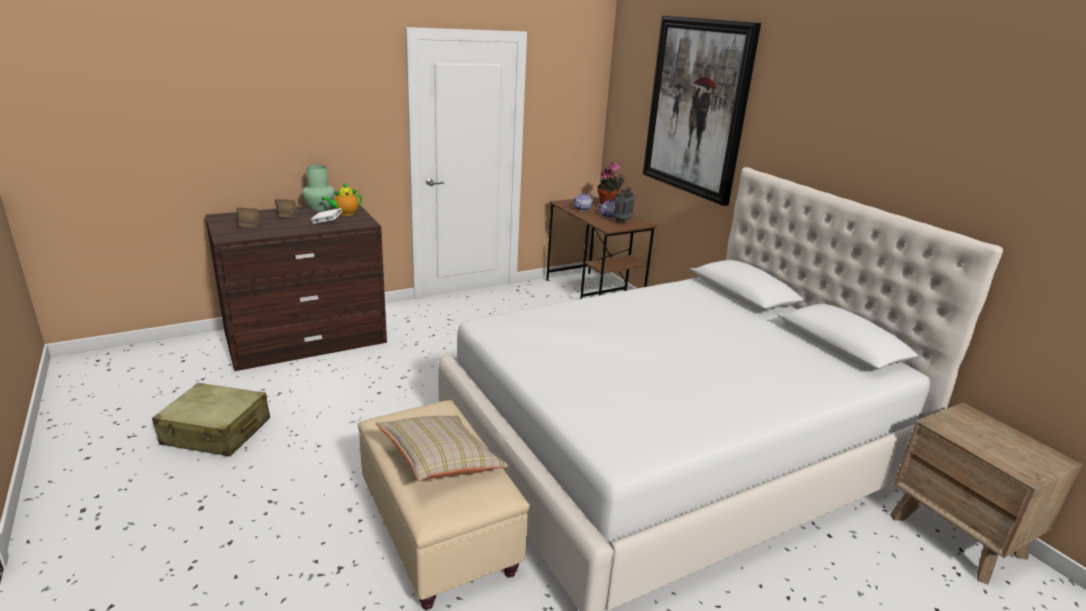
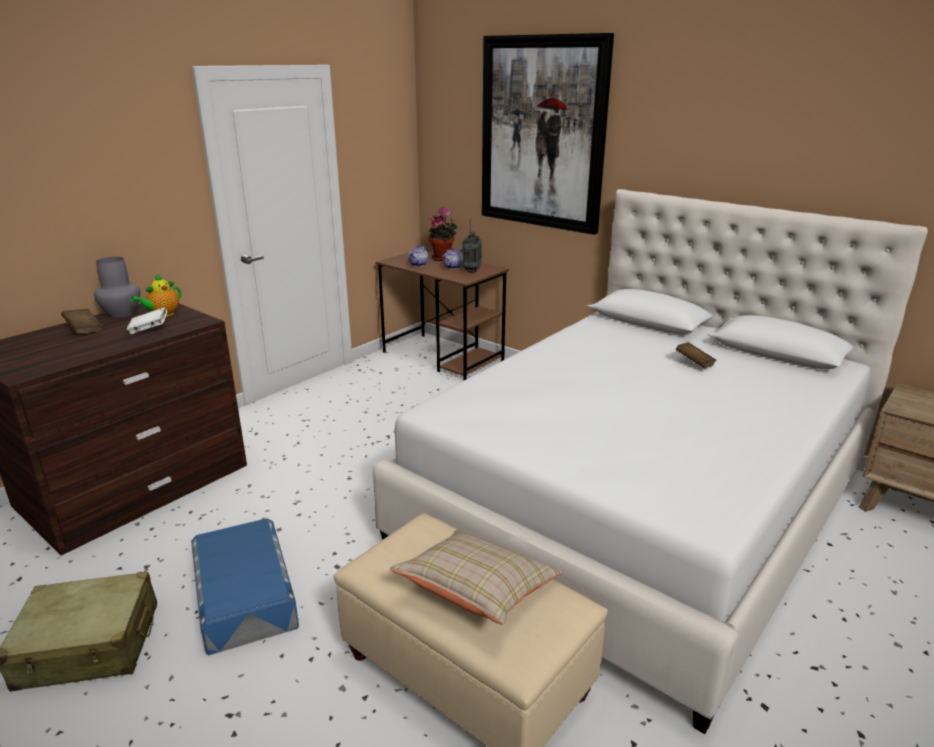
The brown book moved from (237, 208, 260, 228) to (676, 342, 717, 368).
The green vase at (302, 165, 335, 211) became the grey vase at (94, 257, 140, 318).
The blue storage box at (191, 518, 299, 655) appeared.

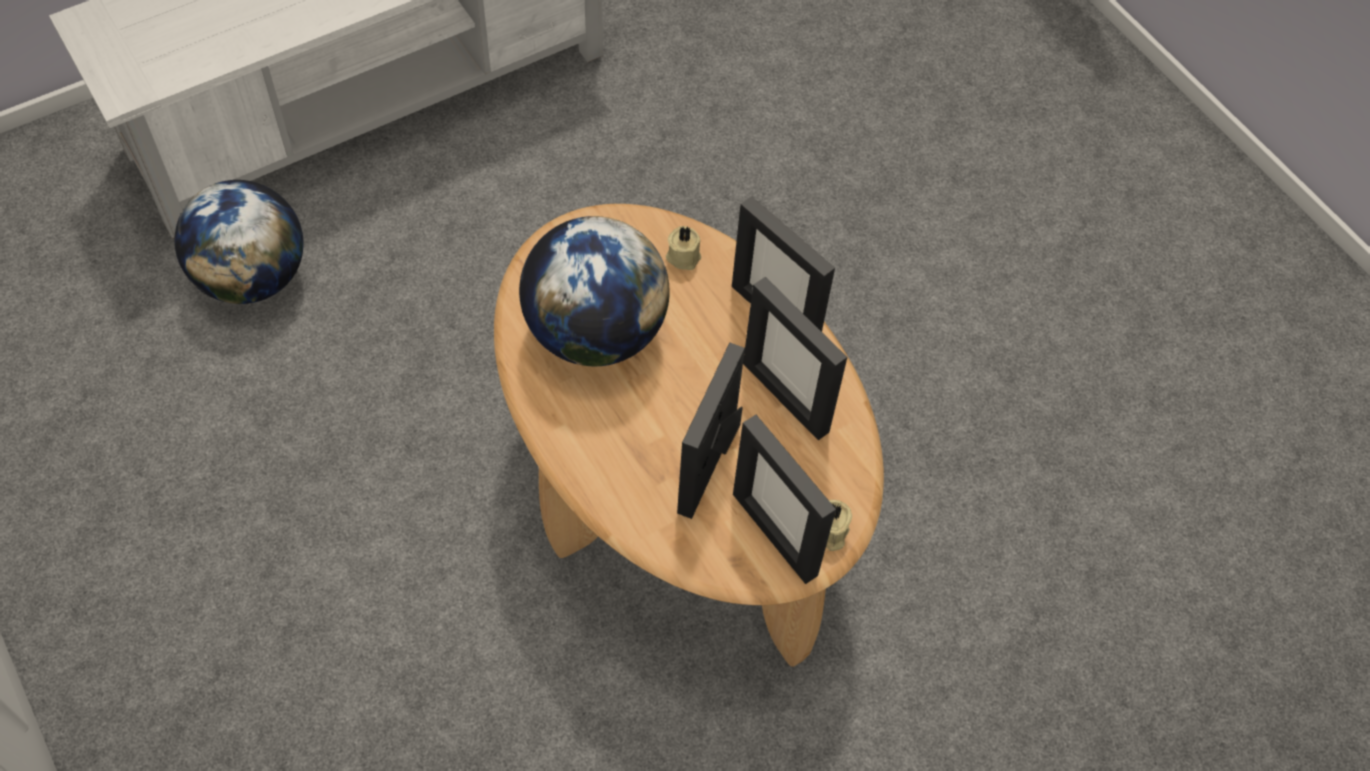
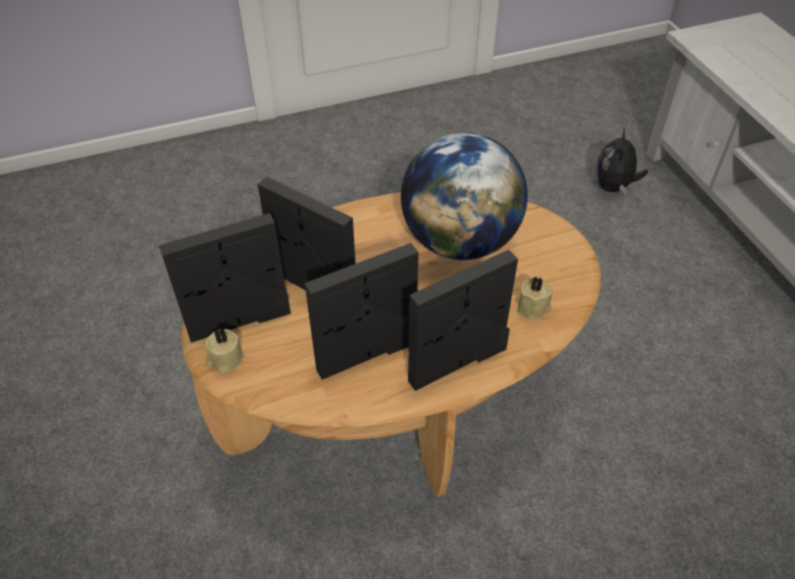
The globe at (175, 180, 304, 304) was replaced by the plush toy at (595, 128, 648, 195).

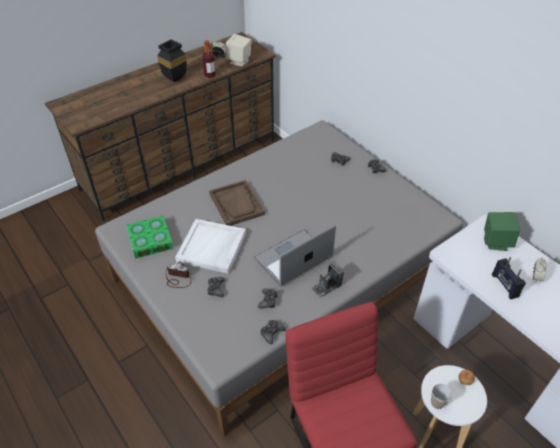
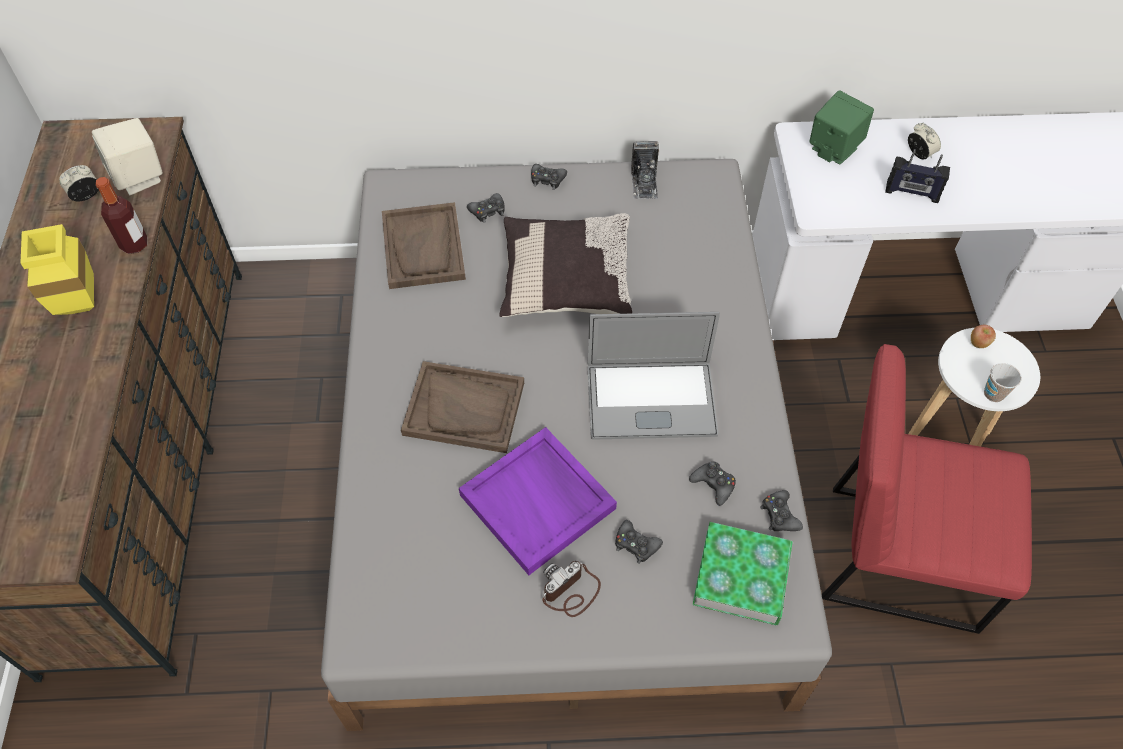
The book moved from (126, 216, 173, 259) to (693, 522, 793, 625).
The black vase at (157, 39, 187, 82) became the yellow vase at (21, 224, 94, 315).
The white tray at (175, 219, 246, 274) became the purple tray at (459, 427, 617, 575).
The laptop at (254, 225, 336, 287) turned 90 degrees counterclockwise.
The photo camera moved from (311, 262, 344, 298) to (631, 141, 659, 199).
The brown tray at (382, 202, 466, 289) appeared.
The pillow at (499, 213, 632, 317) appeared.

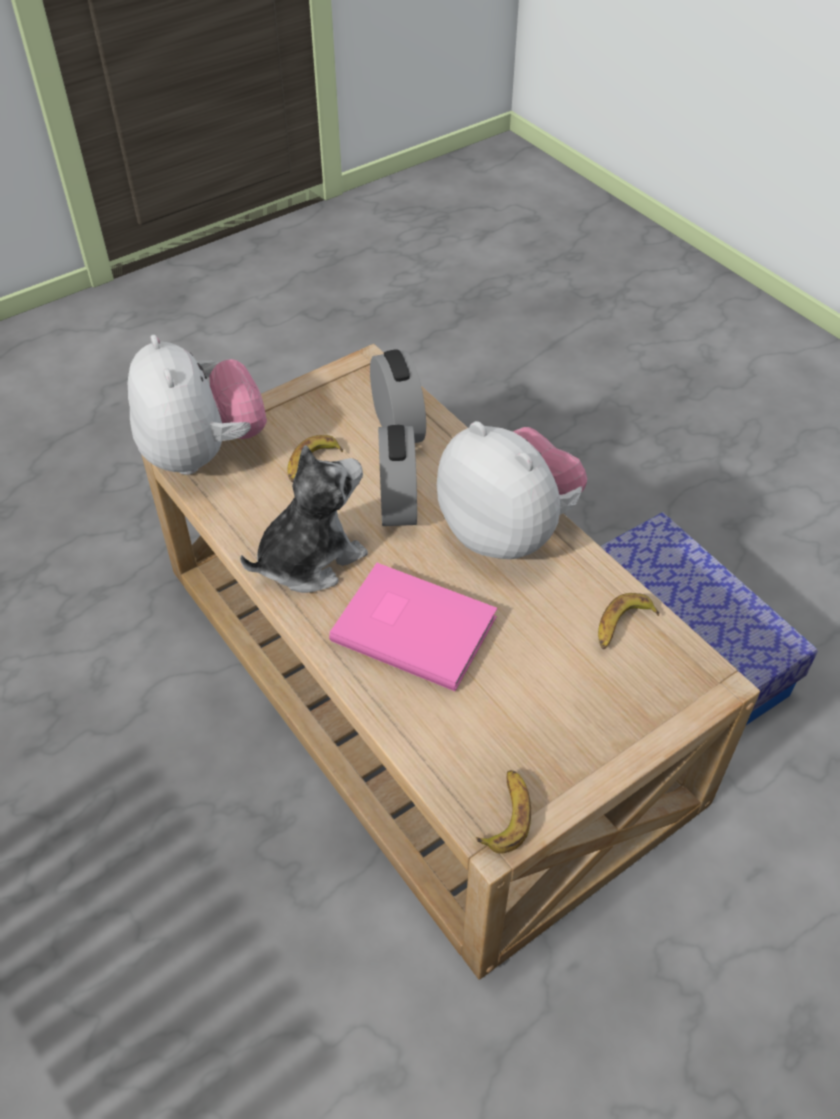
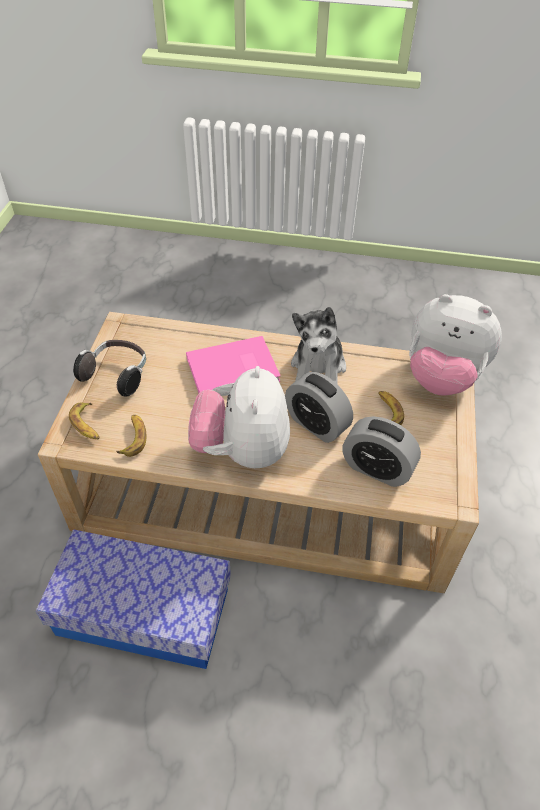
The plush toy at (437, 421, 587, 559) turned 90 degrees clockwise.
The banana moved from (476, 770, 531, 854) to (69, 403, 99, 439).
The headphones at (73, 340, 146, 397) appeared.

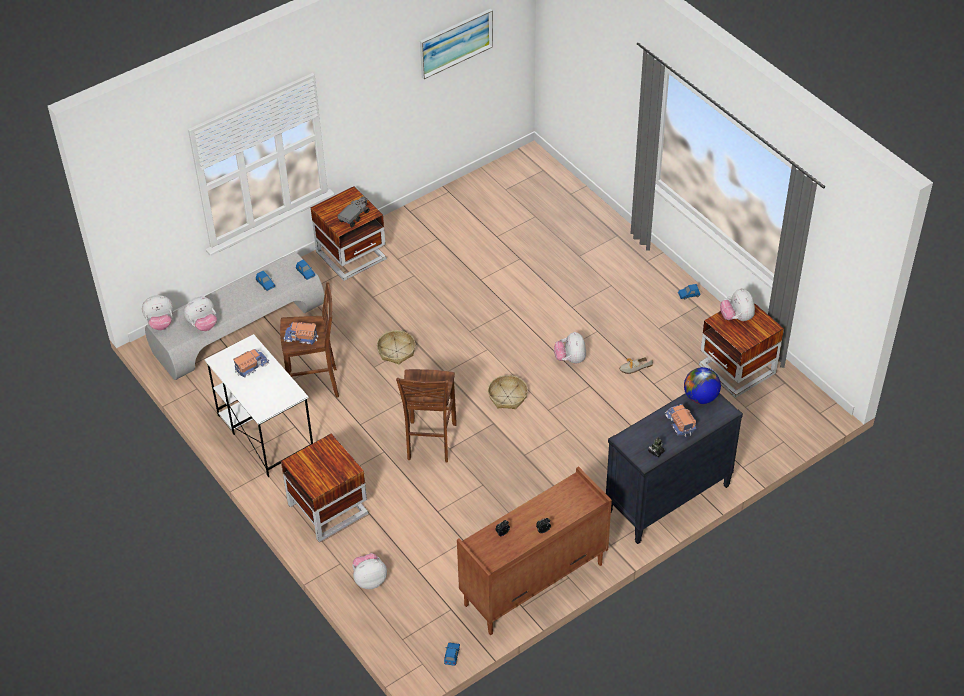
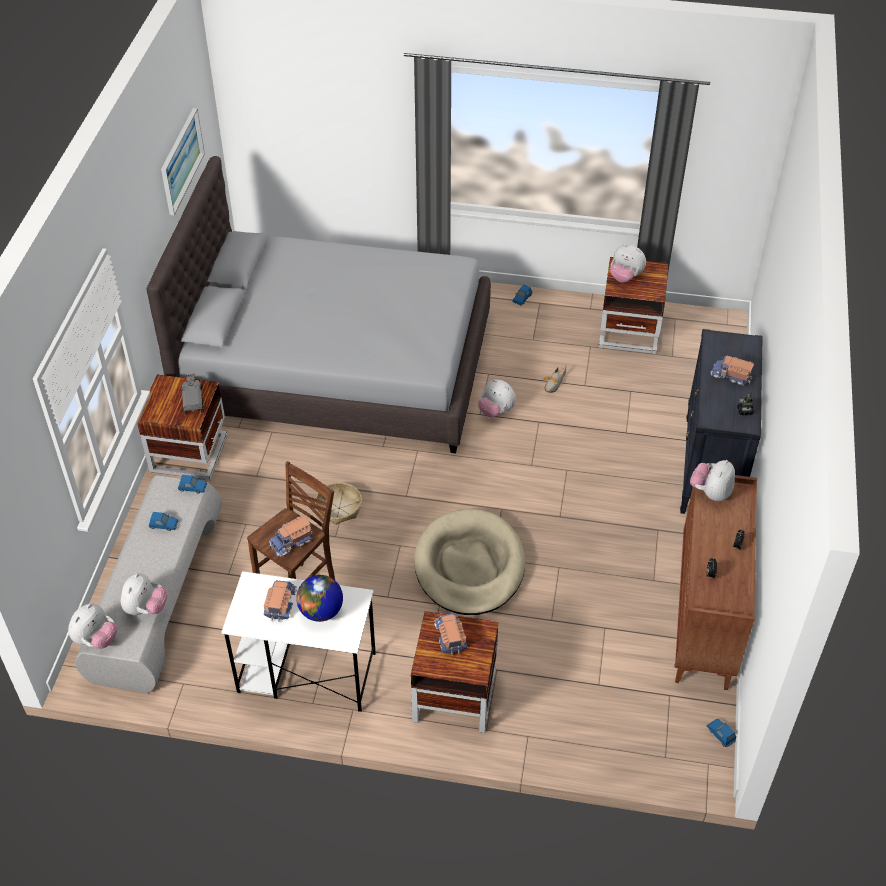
The plush toy moved from (352, 553, 387, 589) to (690, 460, 735, 501).
The brown stool at (396, 369, 457, 463) was replaced by the beige dog bed at (414, 509, 525, 615).
The basket at (488, 375, 528, 409) disappeared.
The globe moved from (684, 367, 721, 404) to (296, 575, 343, 622).
The grey bed at (147, 156, 491, 453) appeared.
The toy truck at (434, 613, 467, 656) appeared.

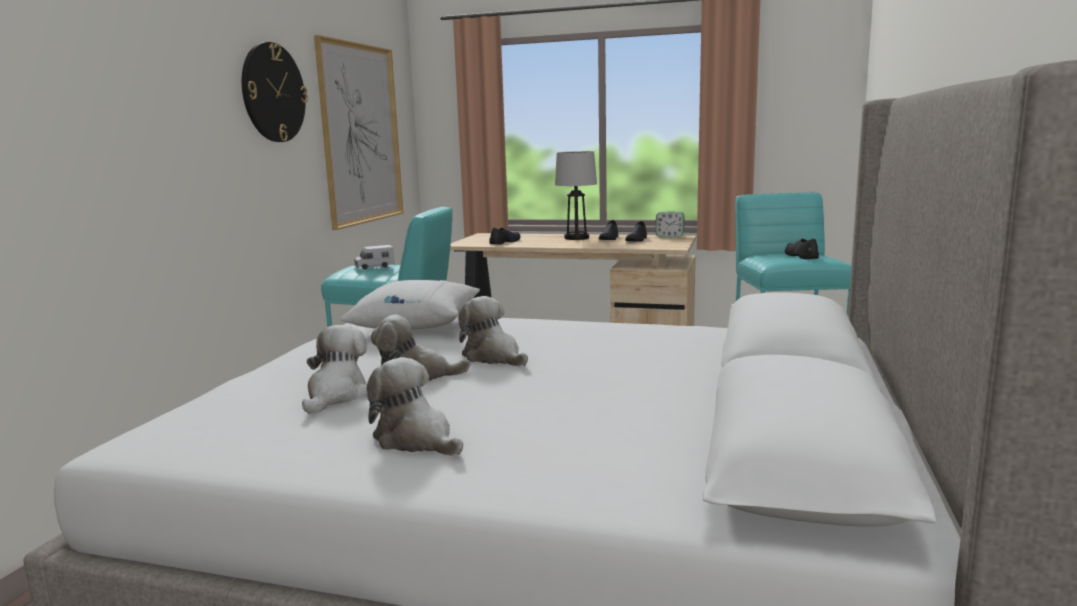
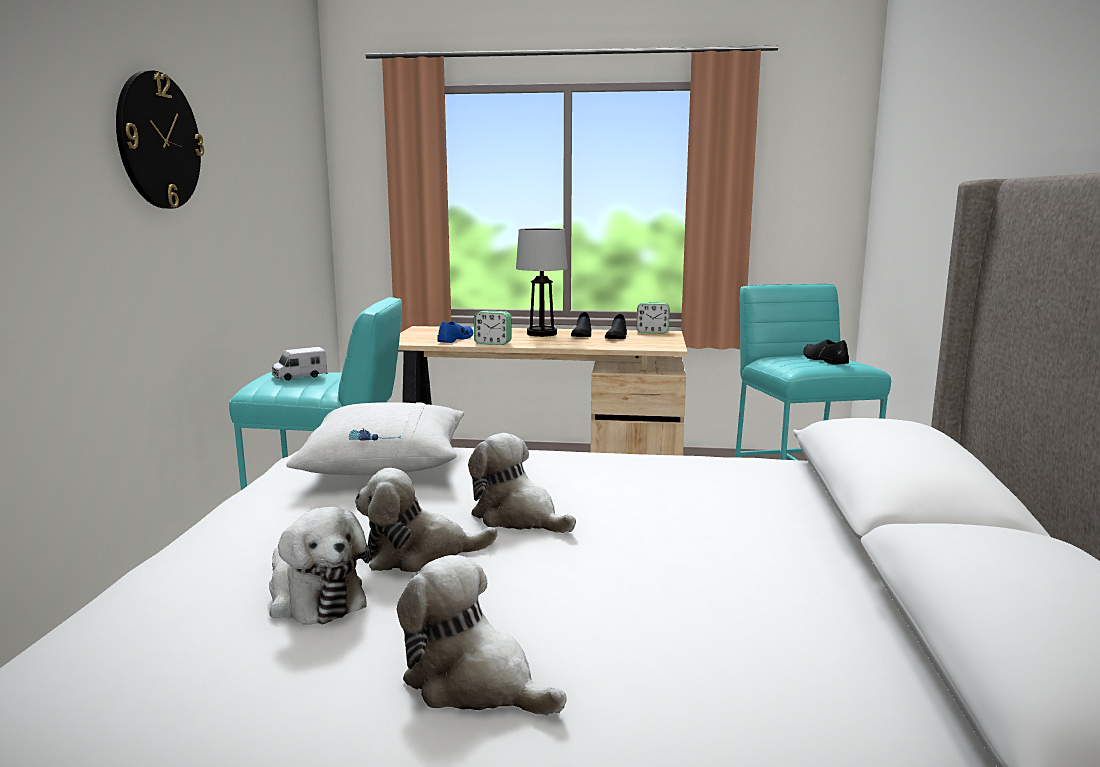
The plush toy at (302, 325, 367, 414) turned 135 degrees clockwise.
The picture at (314, 35, 403, 230) disappeared.
The black shoe at (490, 227, 521, 245) became the blue shoe at (437, 321, 473, 343).
The alarm clock at (474, 311, 511, 345) appeared.

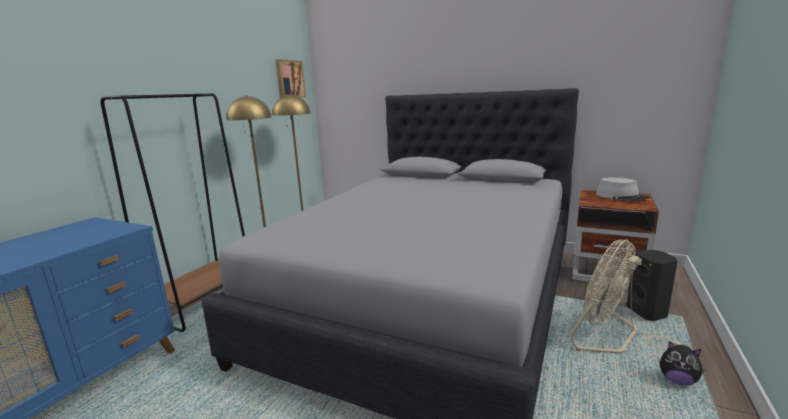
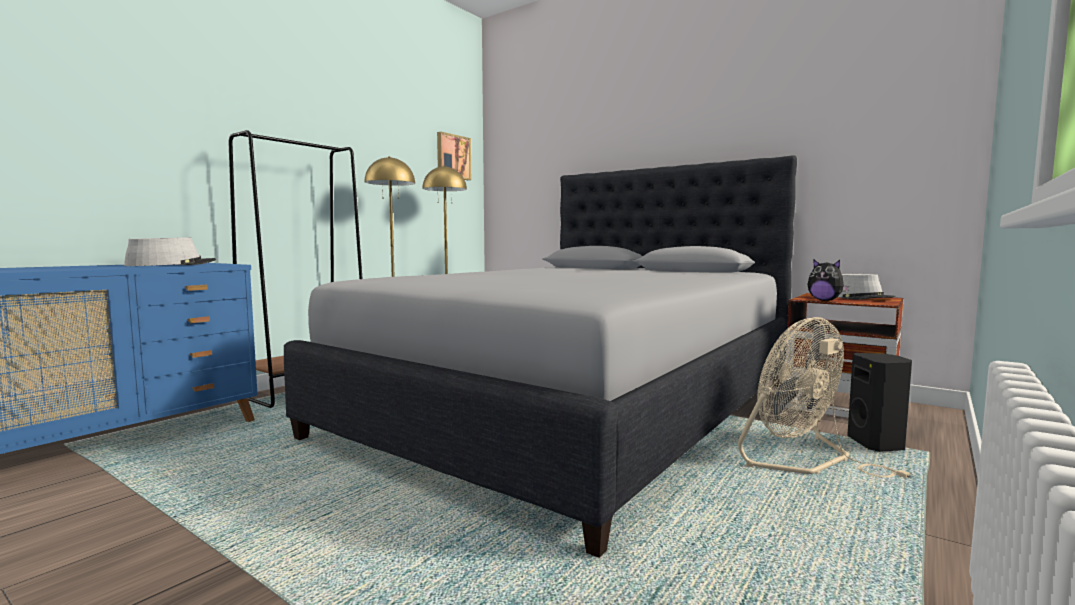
The plush toy moved from (660, 341, 705, 385) to (808, 260, 849, 301).
The grey hat at (124, 237, 216, 266) appeared.

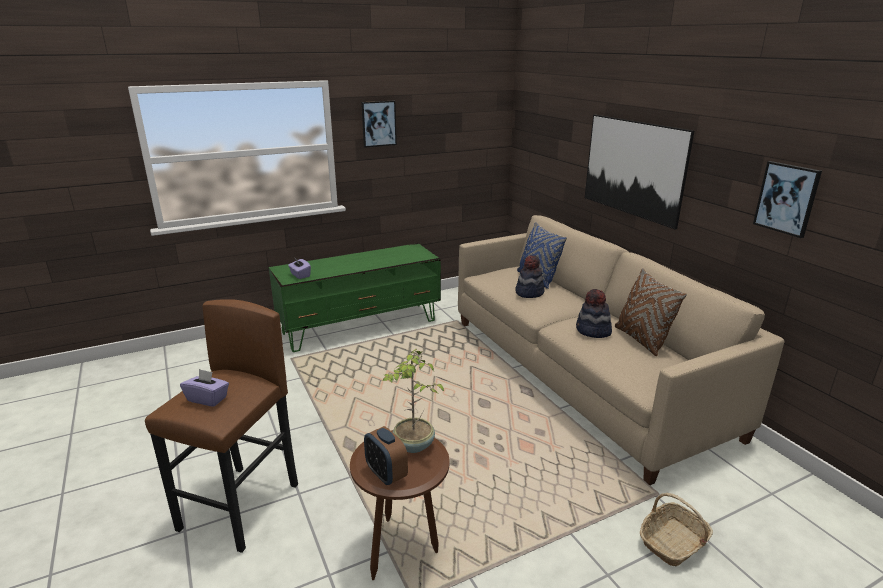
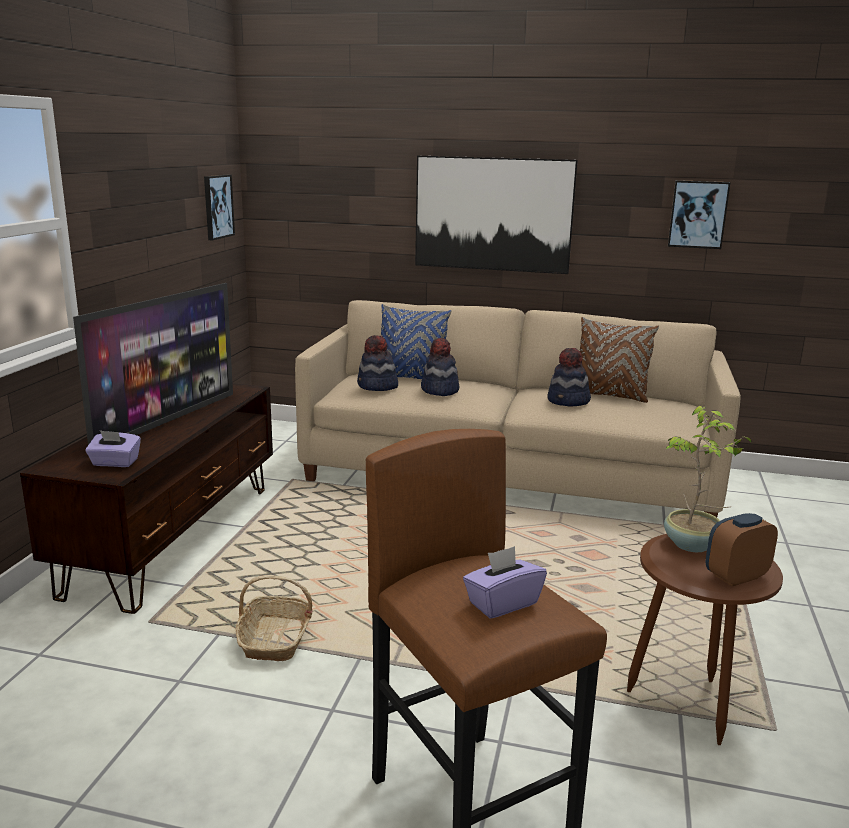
The green tv stand at (269, 243, 441, 352) became the brown tv stand at (20, 383, 273, 614).
The picture moved from (361, 101, 397, 147) to (204, 175, 235, 240).
The alarm clock at (364, 426, 408, 485) turned 150 degrees clockwise.
The basket moved from (640, 493, 713, 566) to (236, 575, 313, 661).
The television at (73, 283, 233, 445) appeared.
The hat at (357, 335, 398, 391) appeared.

